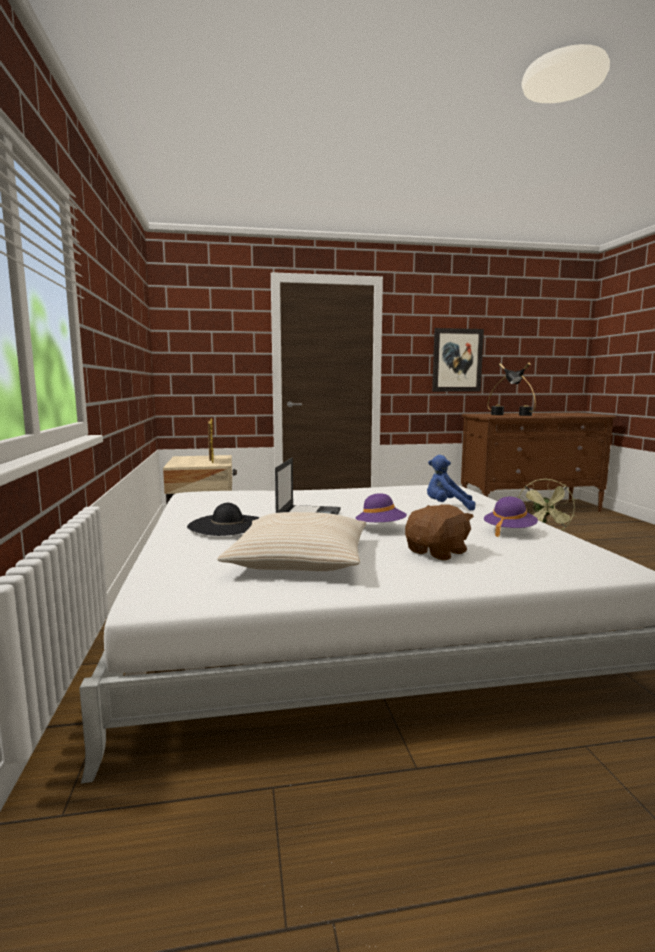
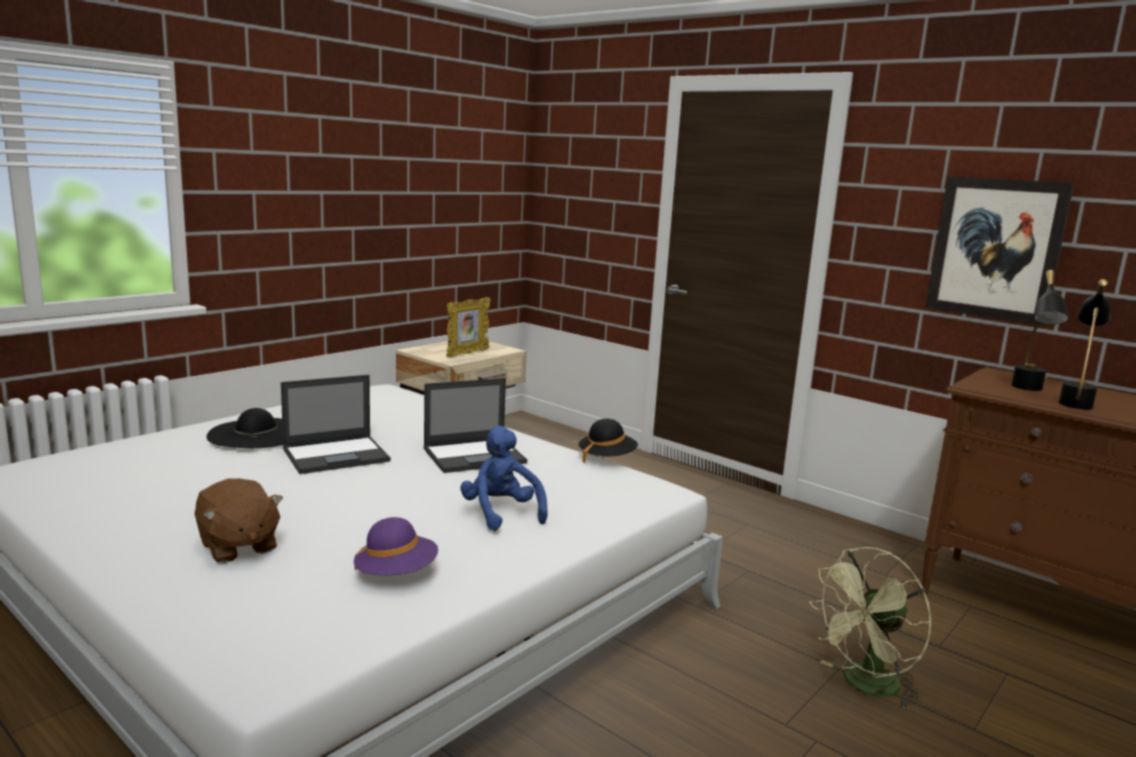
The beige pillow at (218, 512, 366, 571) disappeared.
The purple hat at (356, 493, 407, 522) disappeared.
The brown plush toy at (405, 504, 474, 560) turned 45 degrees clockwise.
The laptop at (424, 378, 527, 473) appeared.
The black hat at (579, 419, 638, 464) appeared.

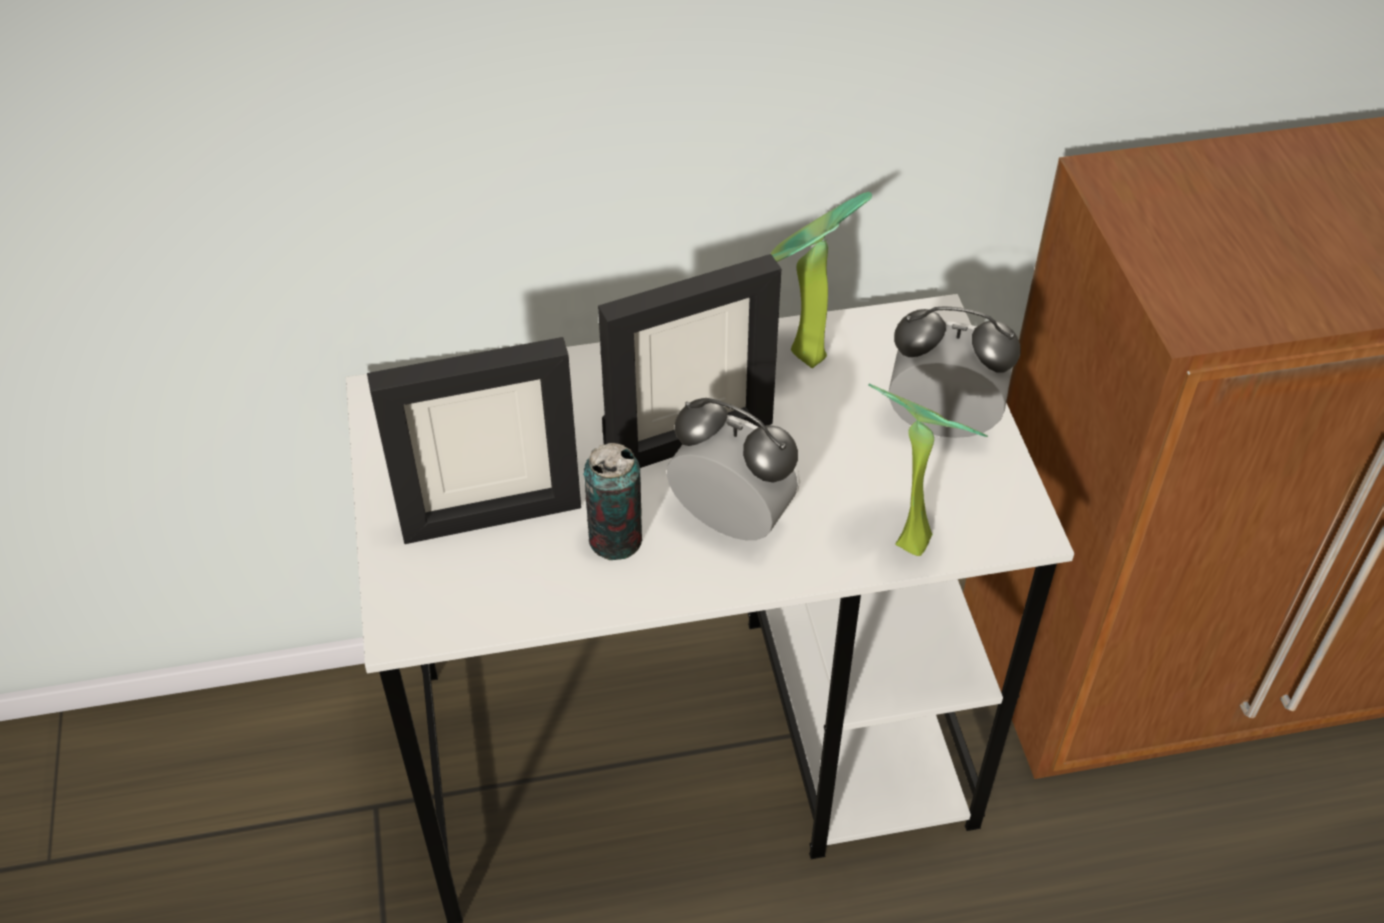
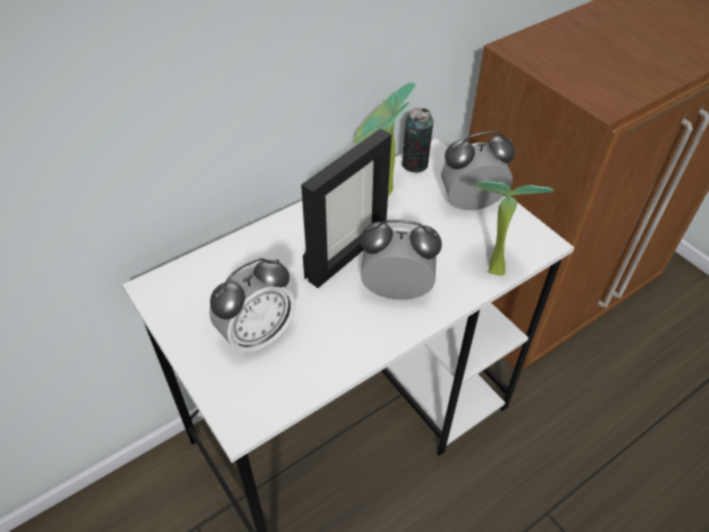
The picture frame at (367, 337, 581, 544) was replaced by the alarm clock at (209, 258, 296, 356).
The can moved from (583, 443, 642, 560) to (401, 108, 433, 173).

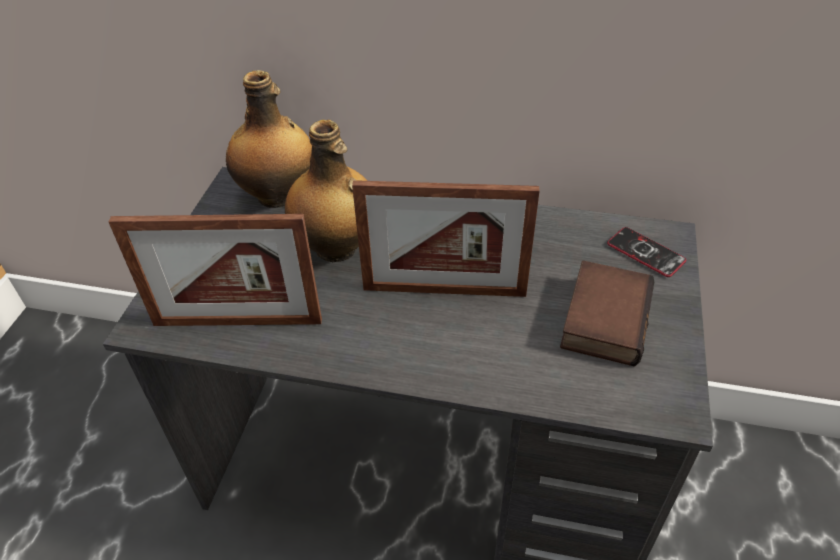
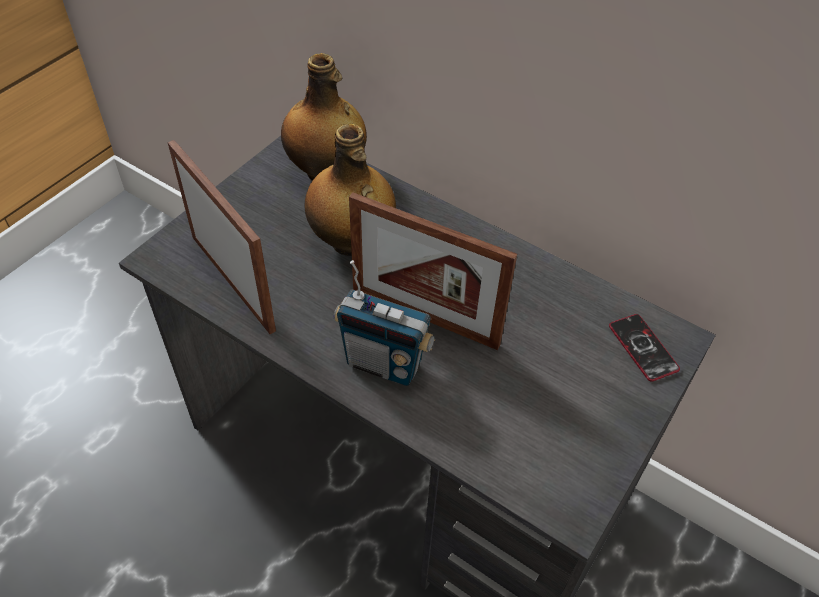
The picture frame at (108, 214, 322, 326) turned 150 degrees counterclockwise.
The book at (560, 260, 654, 367) disappeared.
The radio at (334, 260, 435, 386) appeared.

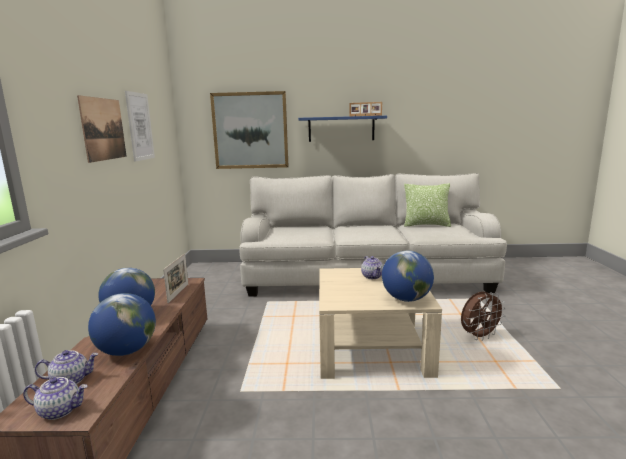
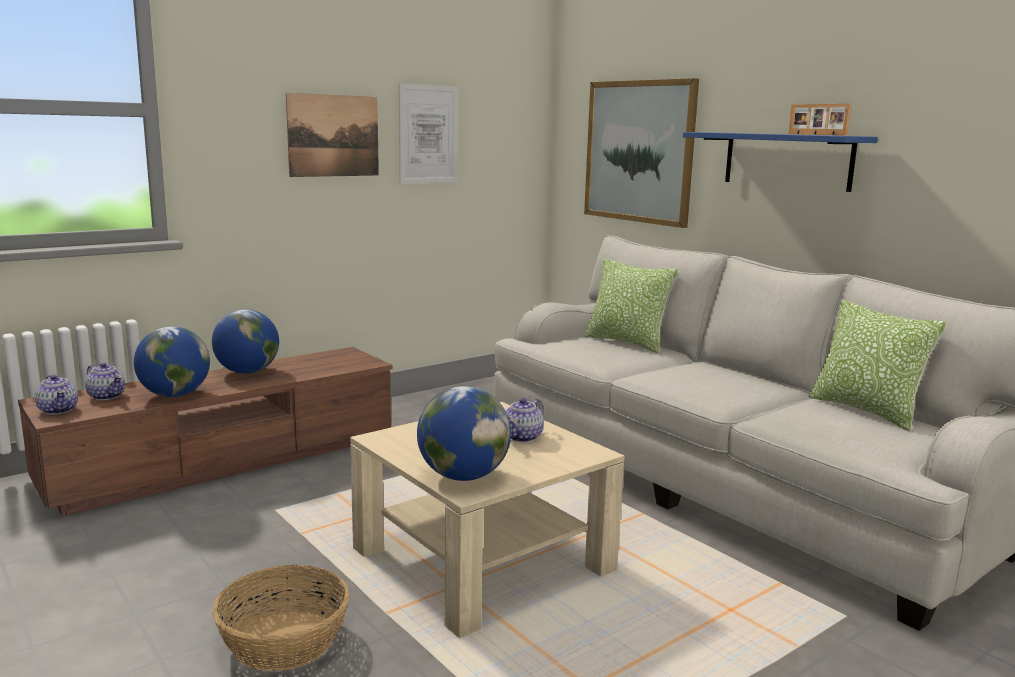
The picture frame at (163, 253, 188, 303) disappeared.
The brown fan at (461, 292, 506, 341) disappeared.
The basket at (212, 565, 350, 671) appeared.
The pillow at (584, 259, 678, 353) appeared.

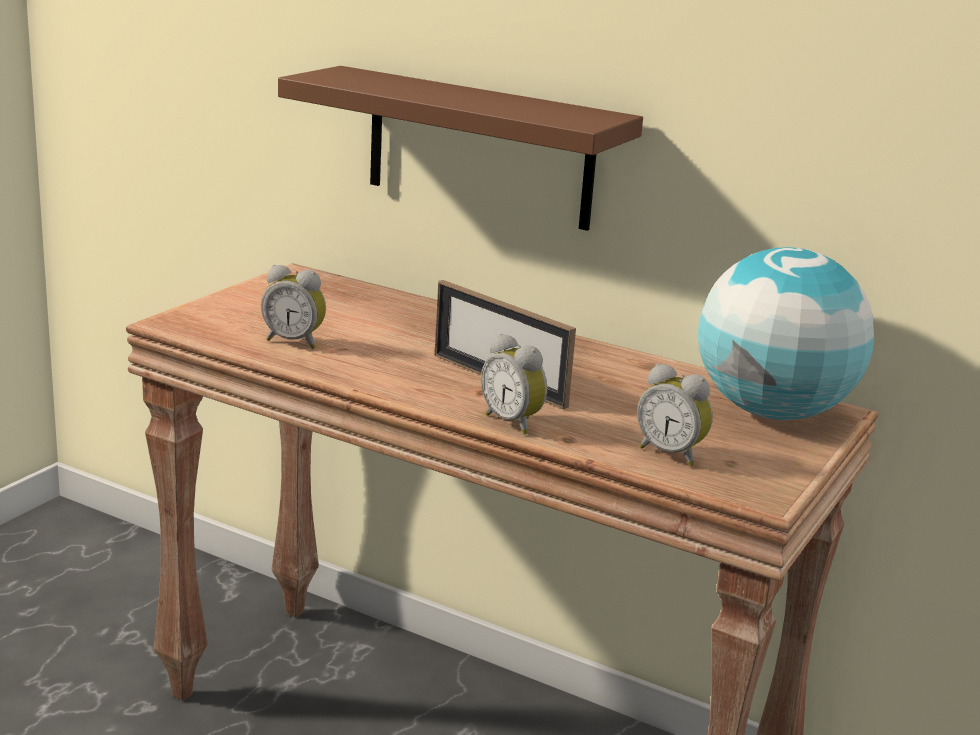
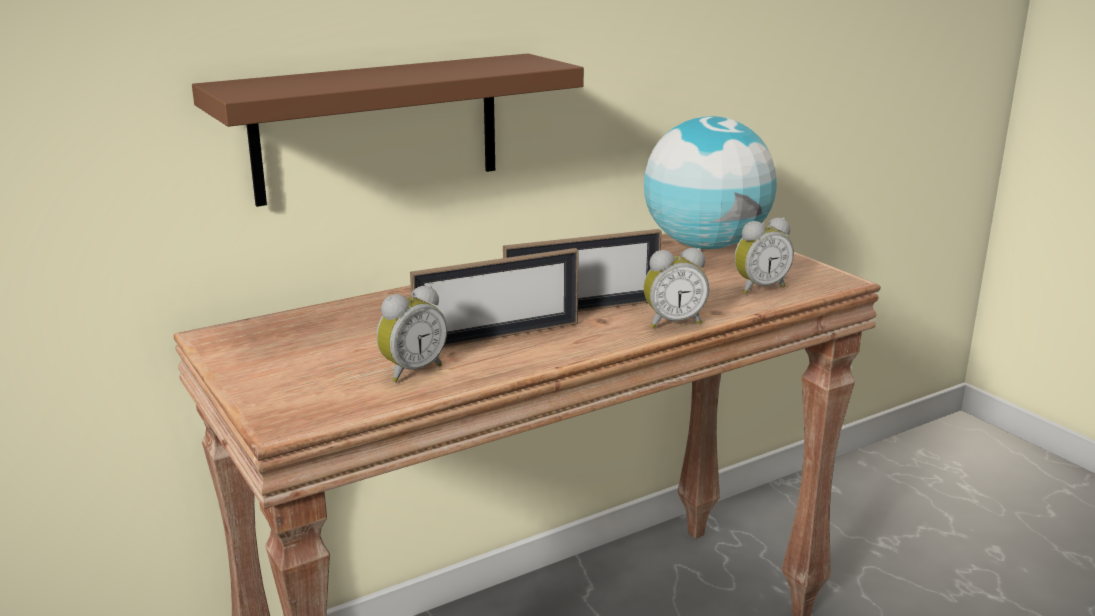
The picture frame at (410, 248, 579, 347) appeared.

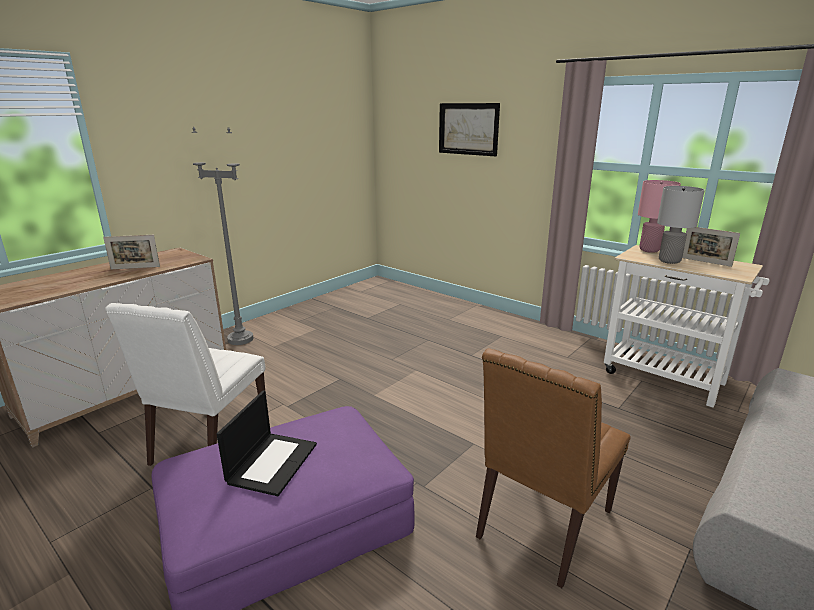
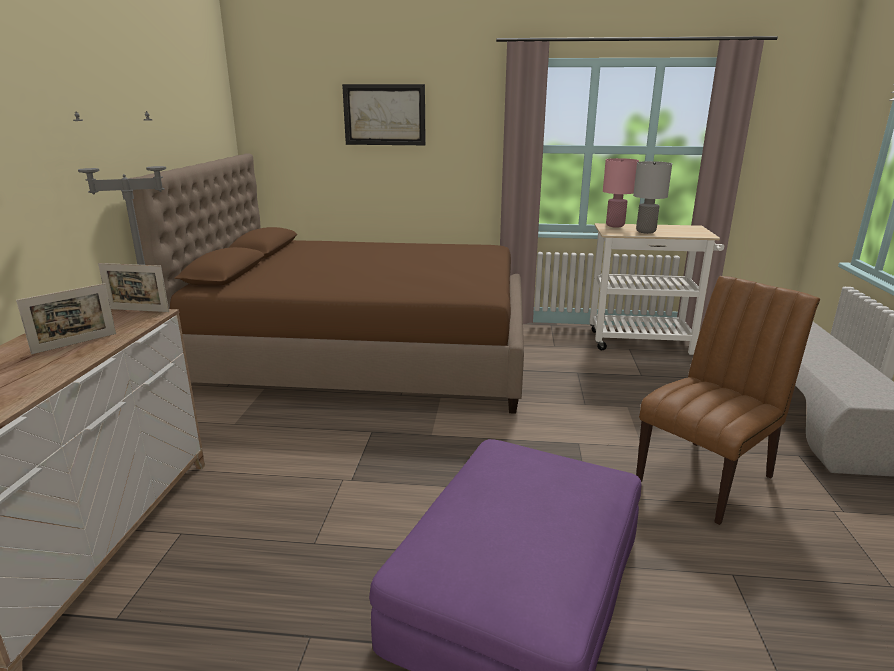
The white chair at (105, 303, 266, 466) disappeared.
The laptop at (217, 390, 317, 496) disappeared.
The brown chair at (476, 348, 631, 588) turned 135 degrees counterclockwise.
The picture frame moved from (682, 227, 740, 267) to (98, 263, 169, 312).
The brown bed at (129, 153, 524, 414) appeared.

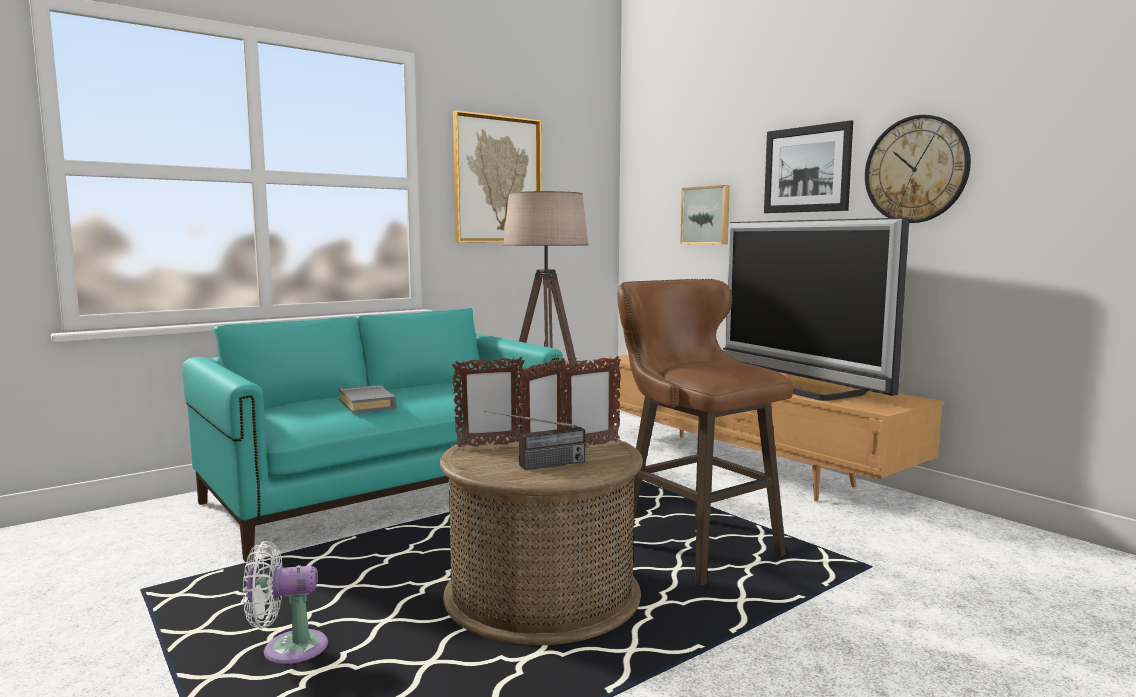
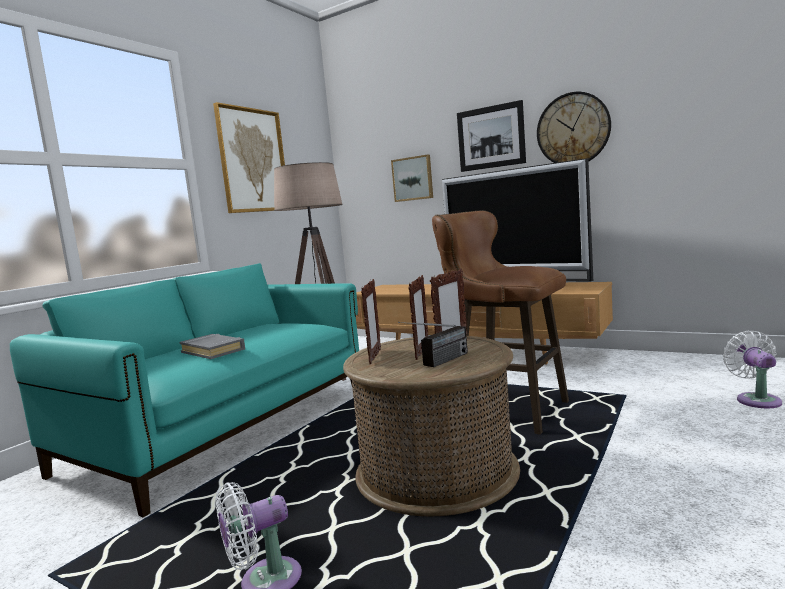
The picture frame at (452, 357, 525, 447) turned 45 degrees counterclockwise.
The white fan at (723, 331, 782, 408) appeared.

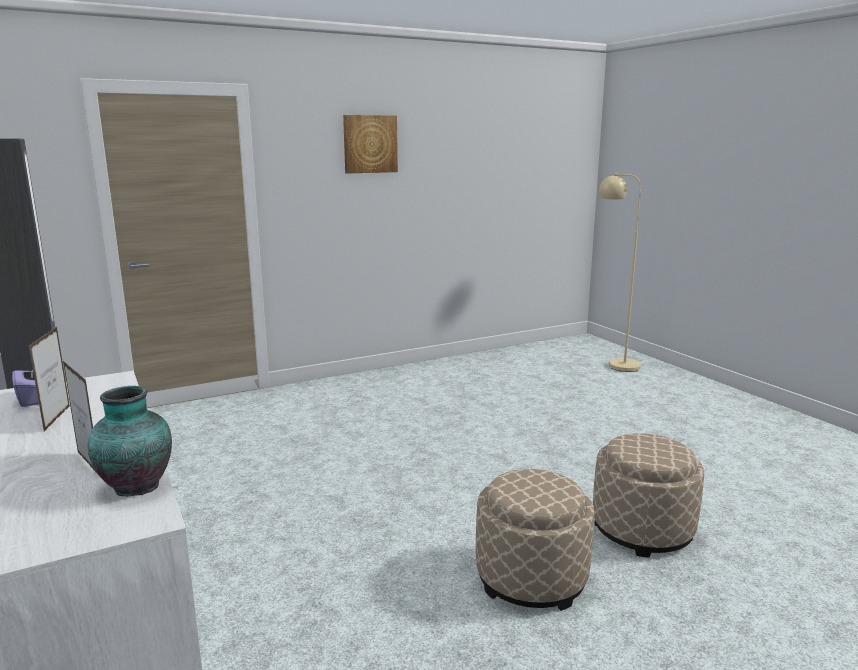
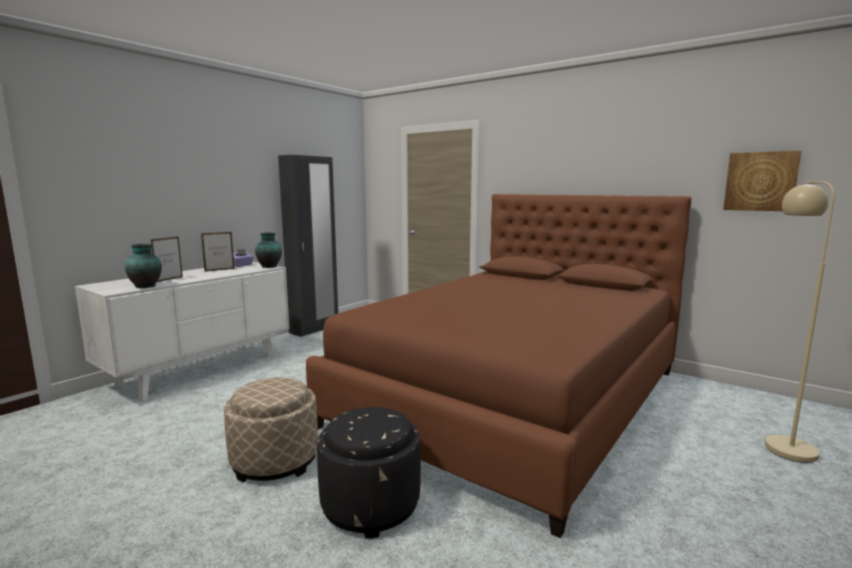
The picture moved from (343, 115, 398, 174) to (723, 151, 801, 211).
The beige ottoman at (593, 433, 704, 558) became the black ottoman at (317, 407, 421, 539).
The vase at (255, 232, 282, 268) appeared.
The brown bed at (306, 194, 691, 538) appeared.

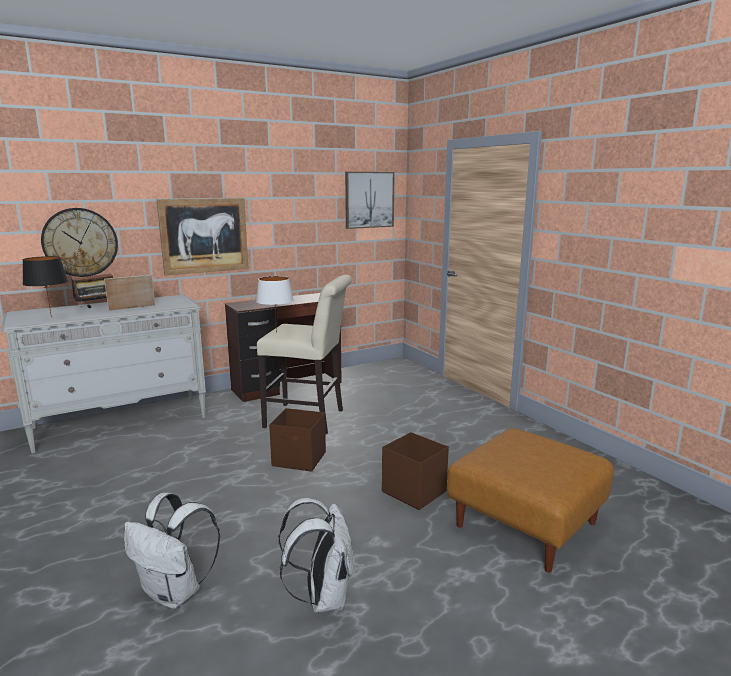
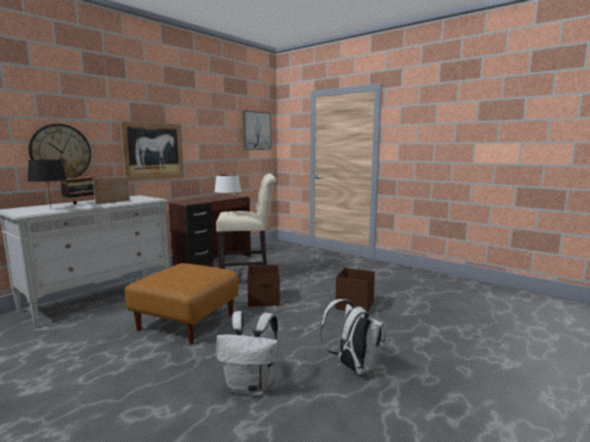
The brown ottoman moved from (447, 428, 614, 573) to (125, 263, 239, 344).

